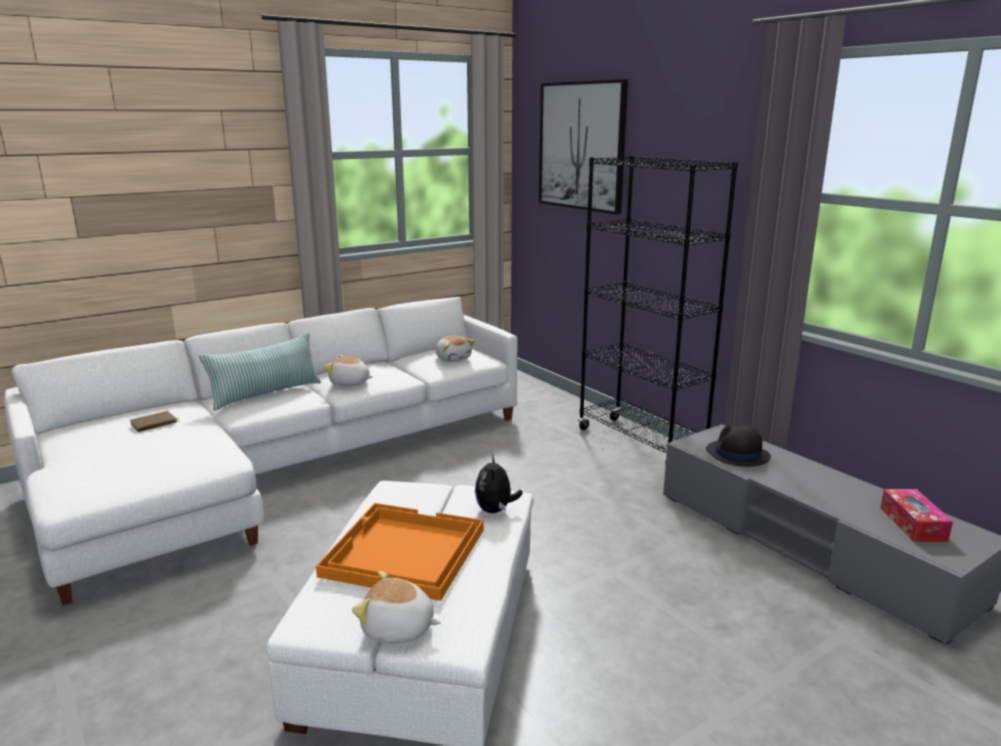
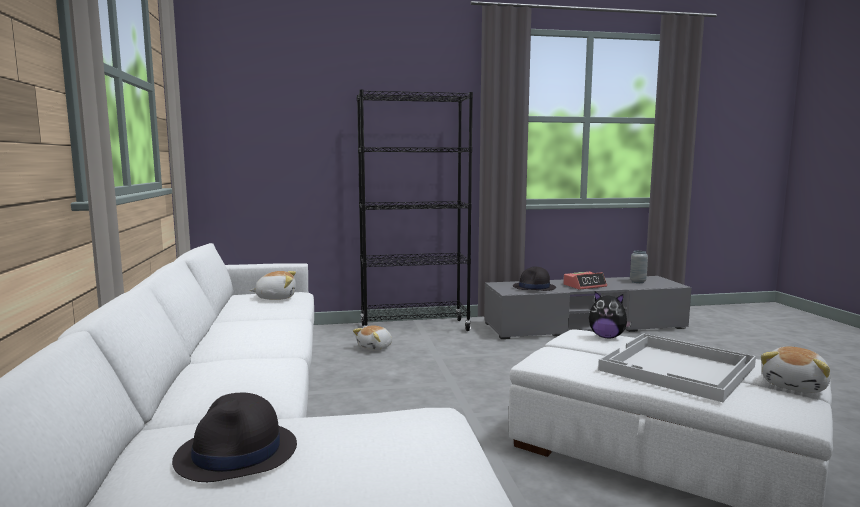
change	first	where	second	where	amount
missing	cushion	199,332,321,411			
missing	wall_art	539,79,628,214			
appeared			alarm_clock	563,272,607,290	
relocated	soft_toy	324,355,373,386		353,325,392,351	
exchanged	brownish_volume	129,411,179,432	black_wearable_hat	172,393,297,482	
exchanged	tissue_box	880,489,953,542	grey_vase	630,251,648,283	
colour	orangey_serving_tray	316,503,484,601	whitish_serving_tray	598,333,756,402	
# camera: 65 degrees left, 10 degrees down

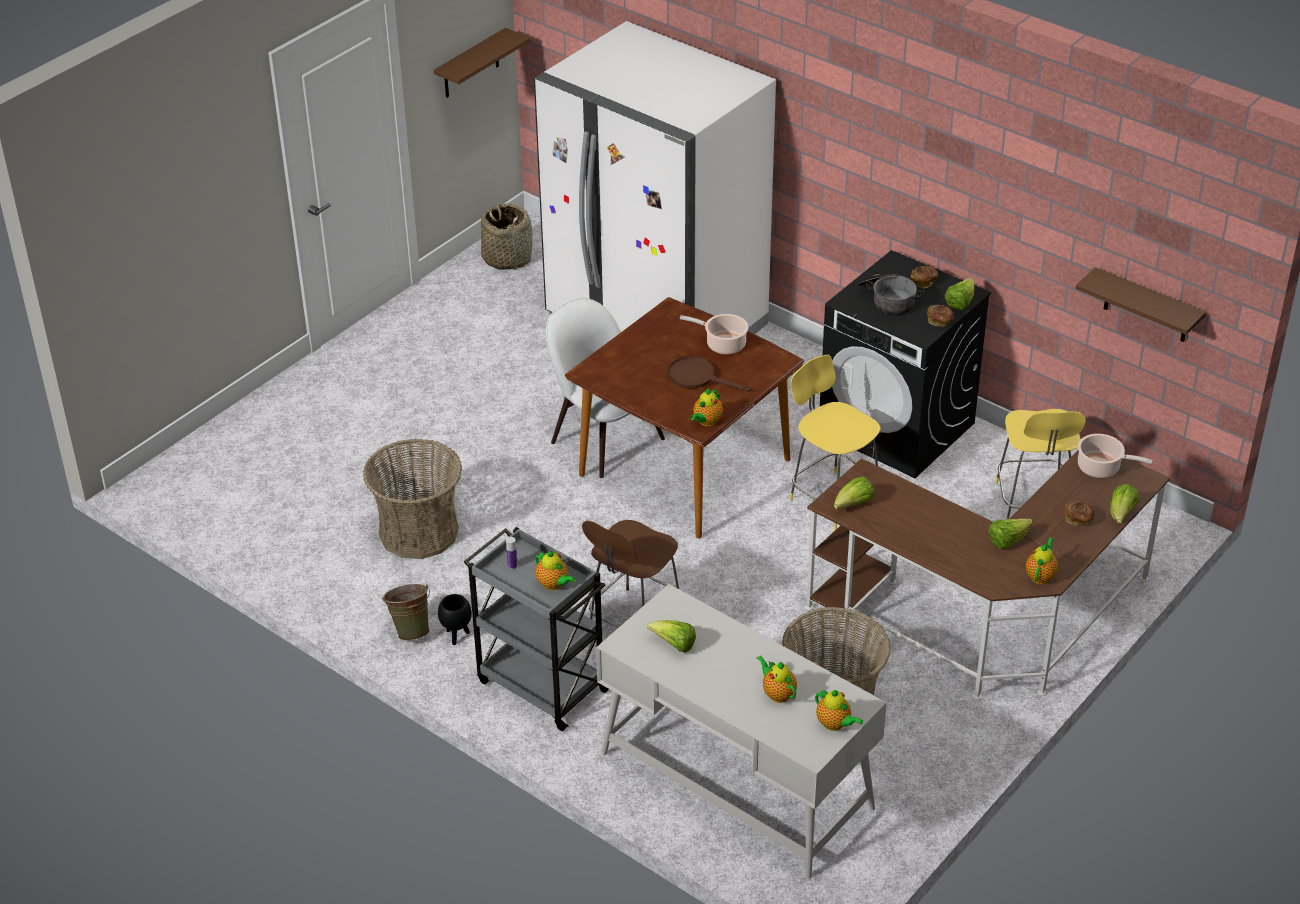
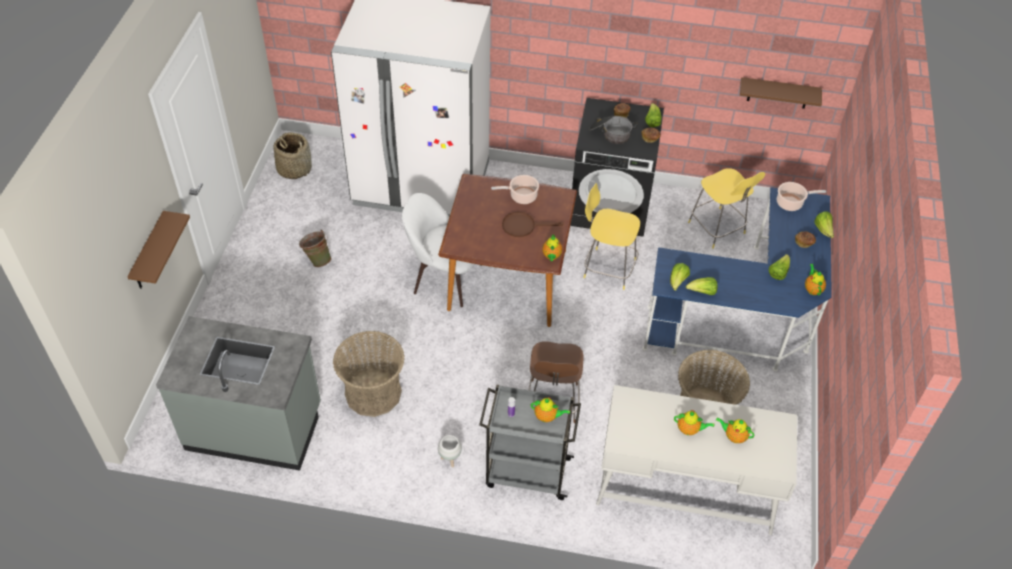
change	first	where	second	where	amount
appeared			grey_kitchen_counter	156,316,321,471	
relocated	green_pail	382,584,430,641		299,230,331,267	
relocated	brownish_bracket_shelf	434,28,530,98		127,211,190,289	
relocated	lettuce	647,620,696,653		686,277,718,295	
relocated	tea_pot	815,690,863,731		674,410,714,435	
colour	black_flower_pot	438,594,472,645	whitish_flower_pot	438,435,462,468	
colour	brownish_desk_table	805,451,1170,700	bluish_desk_table	642,187,832,371	
# camera: 30 degrees left, 10 degrees up

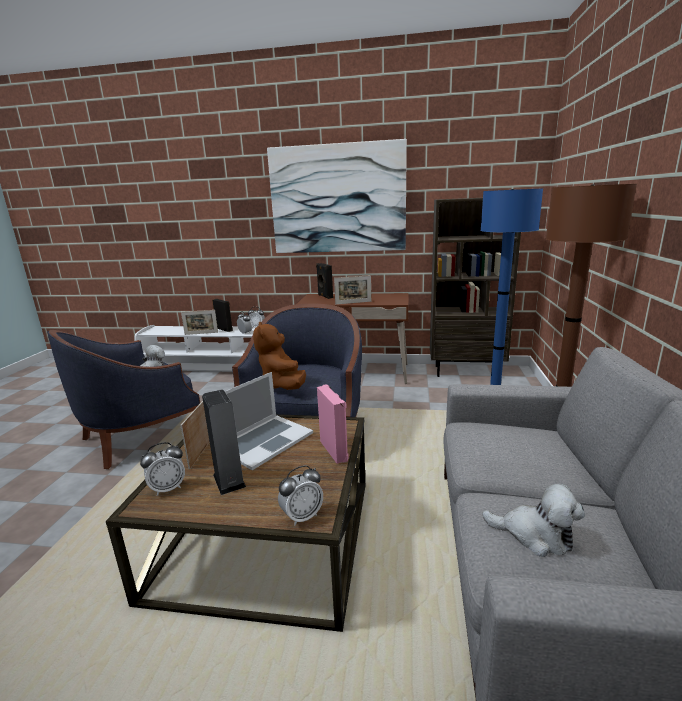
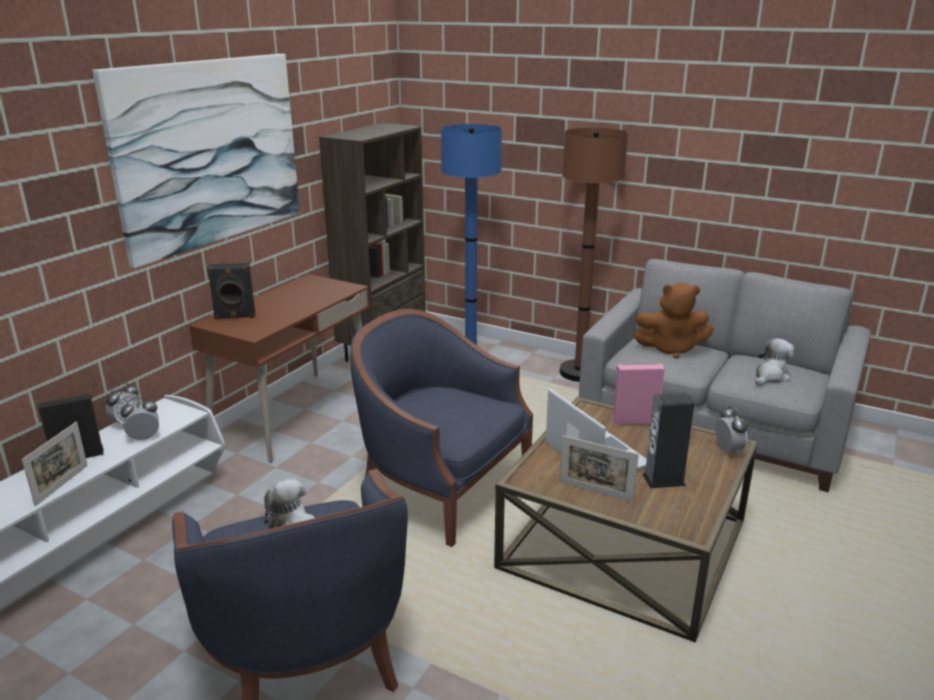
change	first	where	second	where	amount
missing	alarm_clock	140,442,185,496			
missing	photo_frame	334,275,371,304			
relocated	brownish_soft_toy	253,322,306,390		634,283,714,359	
# camera: 70 degrees left, 5 degrees up

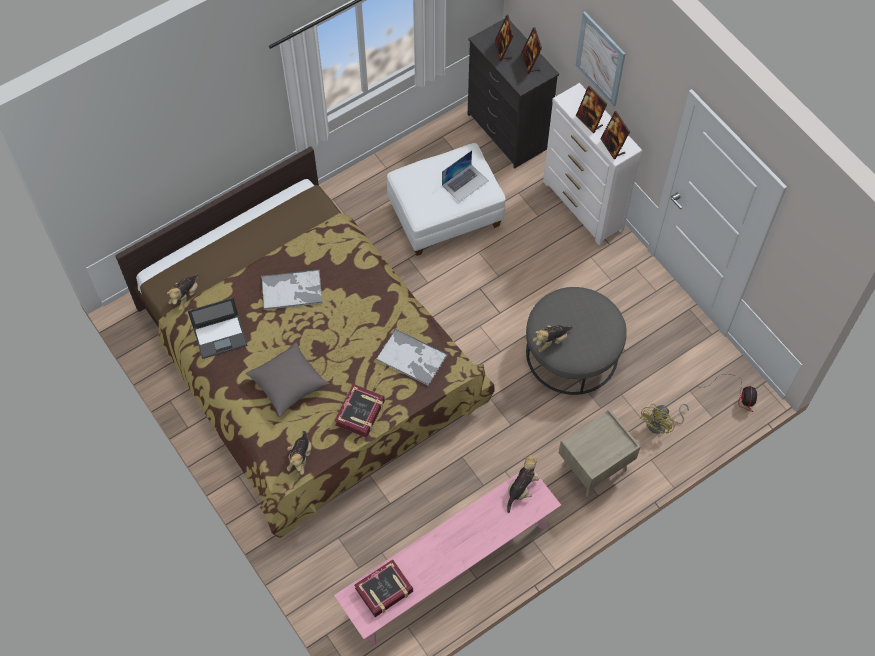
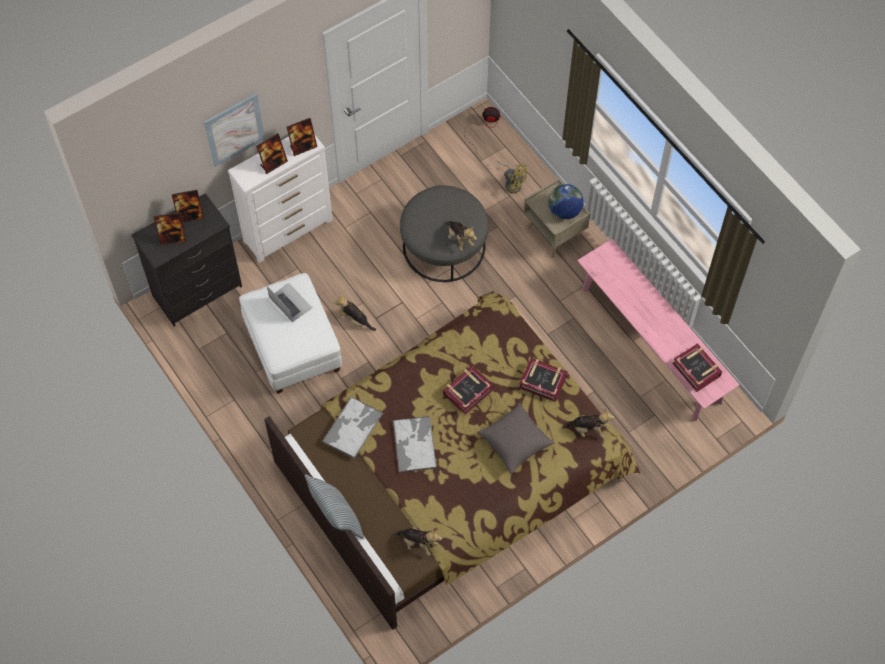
change	first	where	second	where	amount
missing	notebook_computer	188,298,247,359			
appeared			cushion	305,474,364,539	
appeared			volume	443,366,494,415	
appeared			desk_globe	548,184,584,219	
relocated	serving_tray	376,328,448,386		322,397,383,459	
relocated	soft_toy	507,455,539,513		334,294,376,331	
# camera: 90 degrees left, 0 degrees up

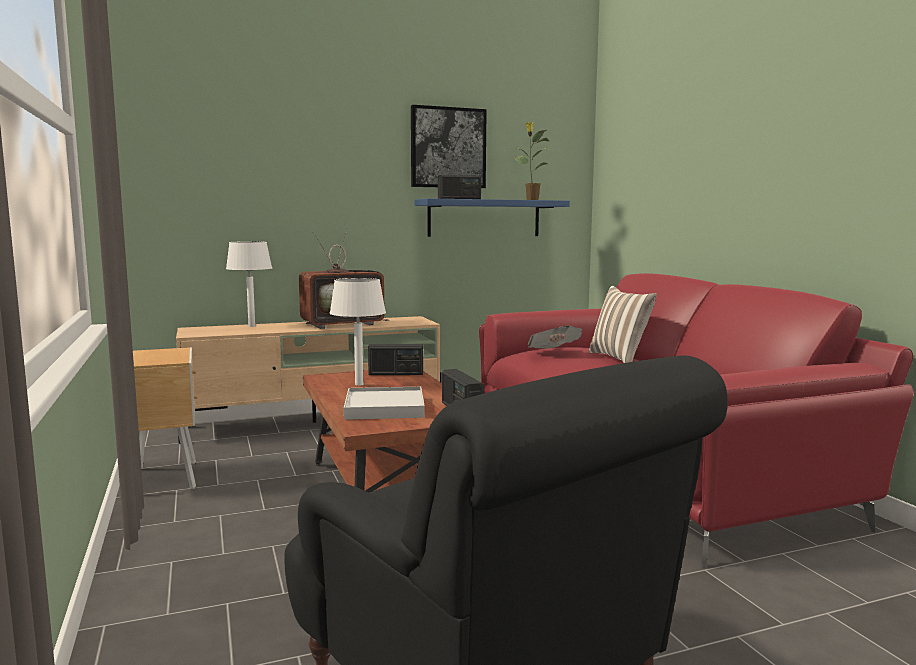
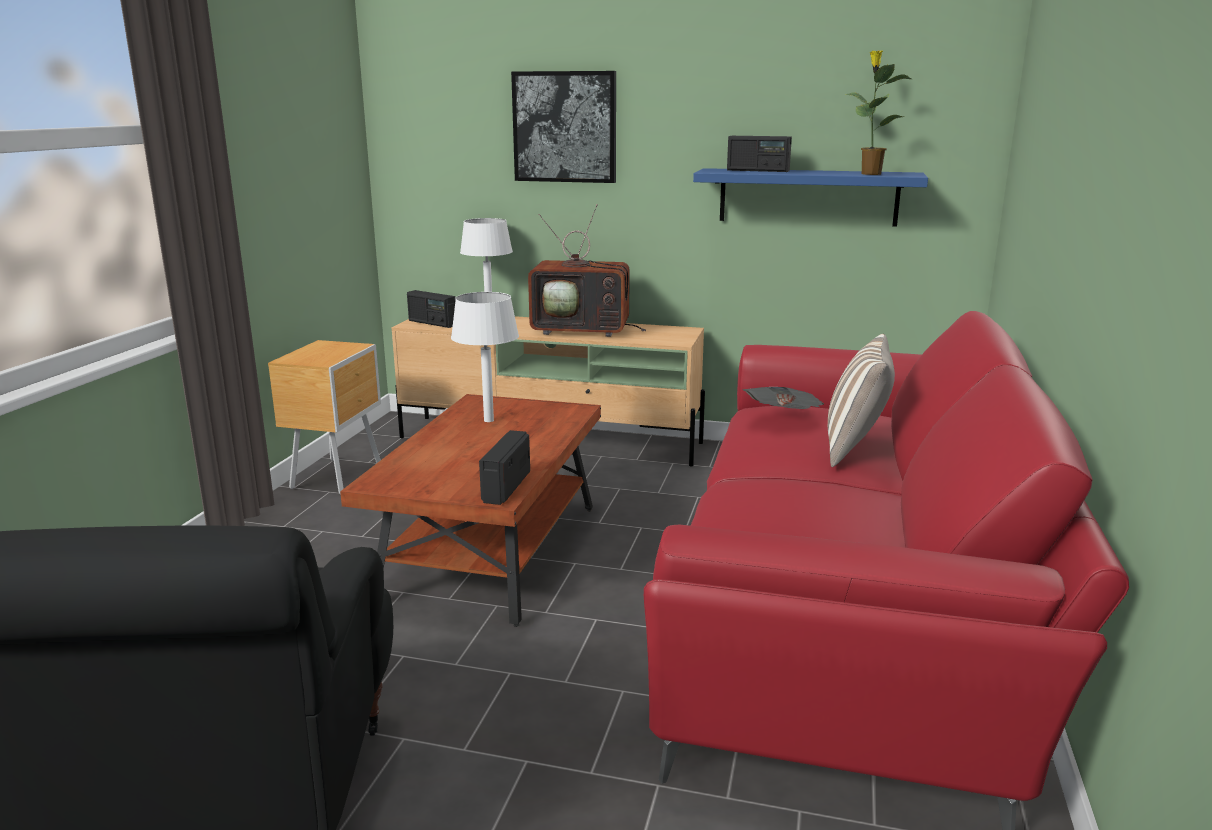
change	first	where	second	where	amount
missing	whitish_serving_tray	344,387,425,420			
relocated	radio_set	368,344,423,375		407,290,456,328	
relocated	wall_art	411,105,487,188		511,71,616,183	
# camera: 35 degrees right, 10 degrees up

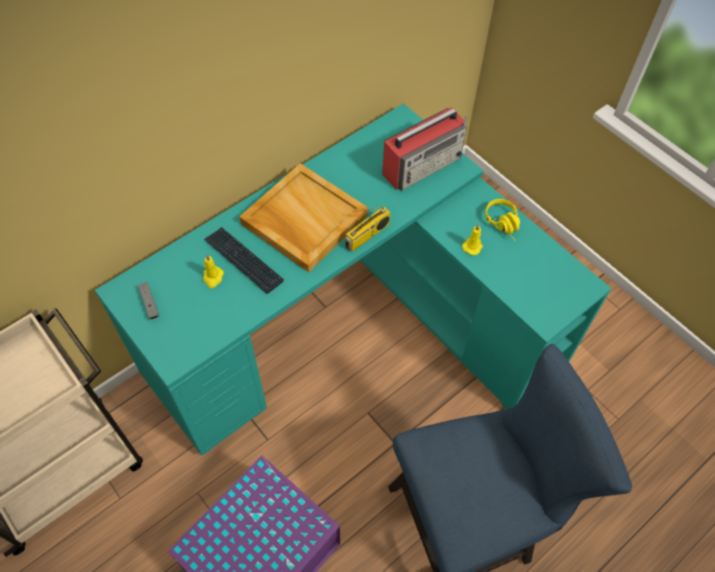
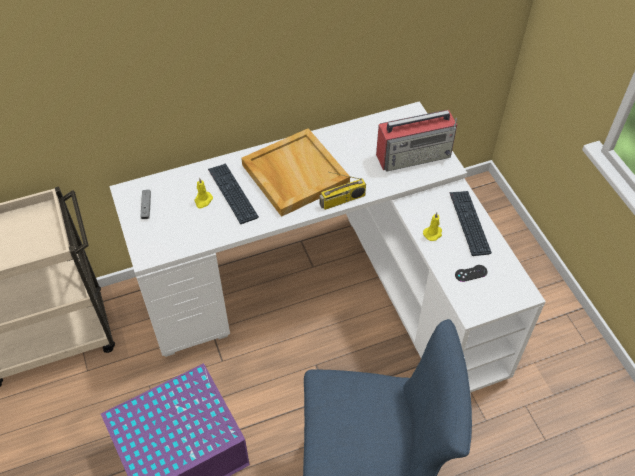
change	first	where	second	where	amount
appeared			black_game_controller	455,265,488,282	
exchanged	yellow-coloured_headset	485,199,520,241	PC_keyboard	450,191,492,256	
colour	turquoise_desk_table	95,103,612,456	whitish_desk_table	109,101,546,393	
# camera: 20 degrees right, 5 degrees down

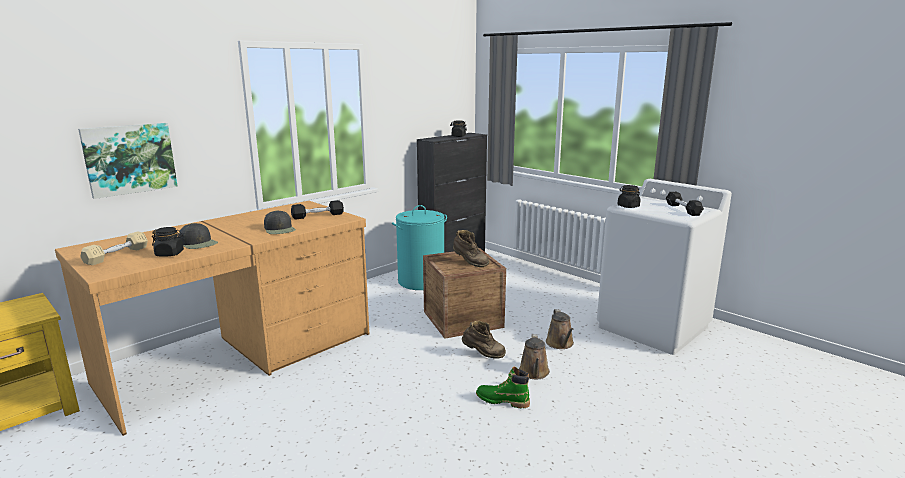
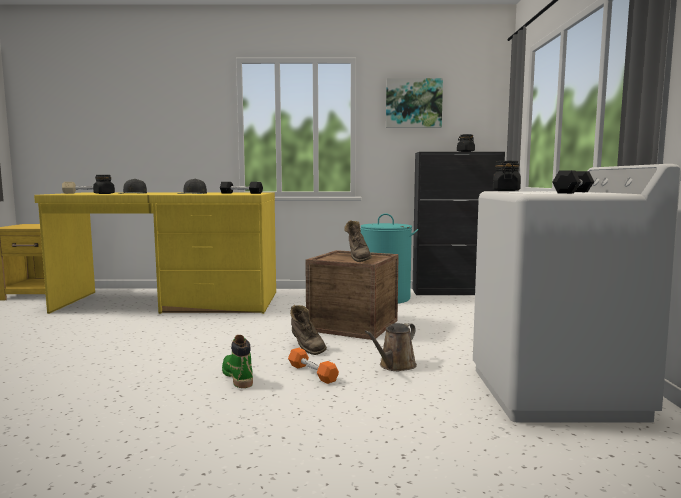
change	first	where	second	where	amount
relocated	wall_art	78,123,178,199		386,78,443,128	
exchanged	brownish_sprinkling_can	519,334,550,379	orangey_hand_weight	288,348,339,384	
colour	brownish_desk_table	55,201,369,436	yellow-coloured_desk_table	34,192,276,314	
# camera: 45 degrees right, 10 degrees down

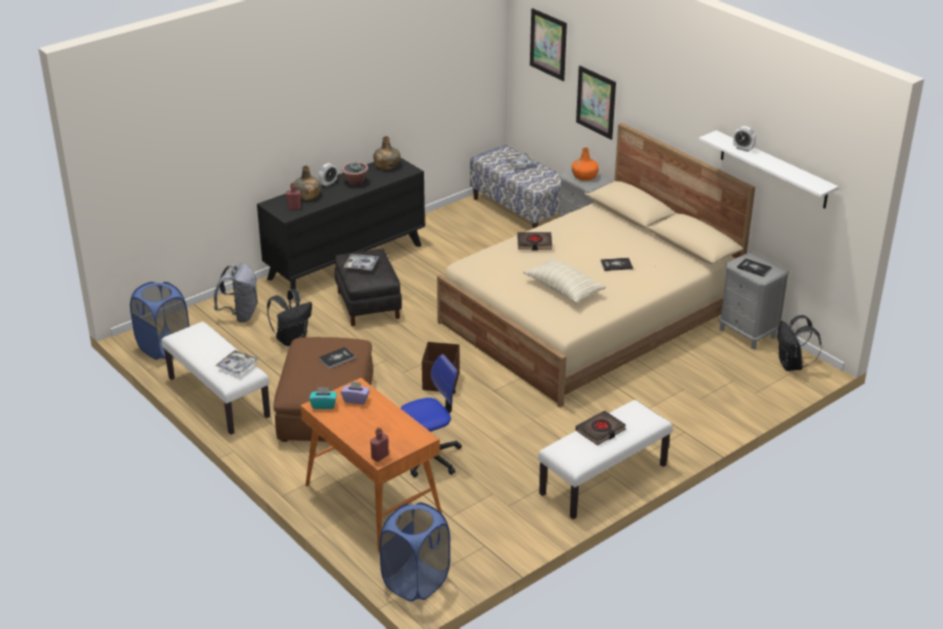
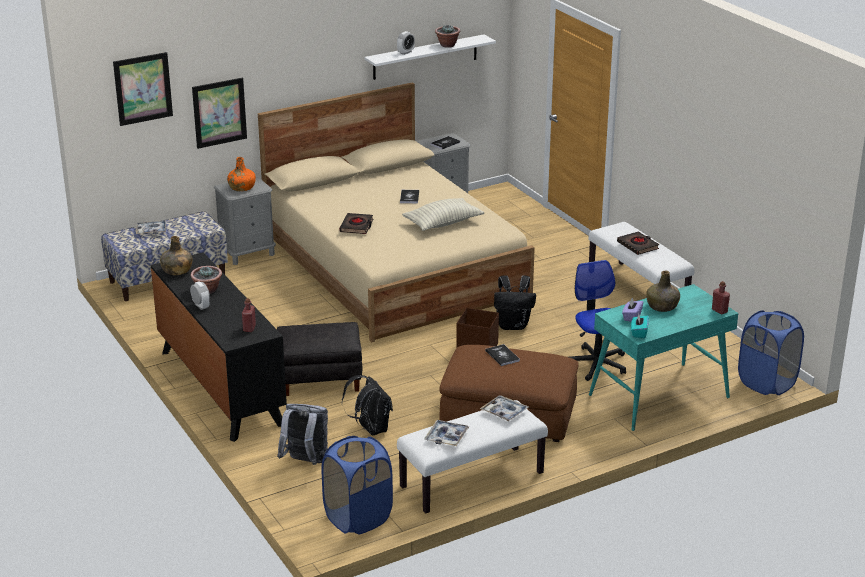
change	first	where	second	where	amount
appeared			plant_in_a_pot	435,25,460,48	
relocated	green_drink_bottle	294,165,321,200		646,271,680,312	
relocated	serving_tray	344,254,379,271		424,420,469,446	
relocated	black_backpack	777,315,822,371		494,275,536,330	
colour	orangey_desk_table	300,378,442,552	turquoise_desk_table	589,284,738,431	
# camera: 80 degrees left, 5 degrees down

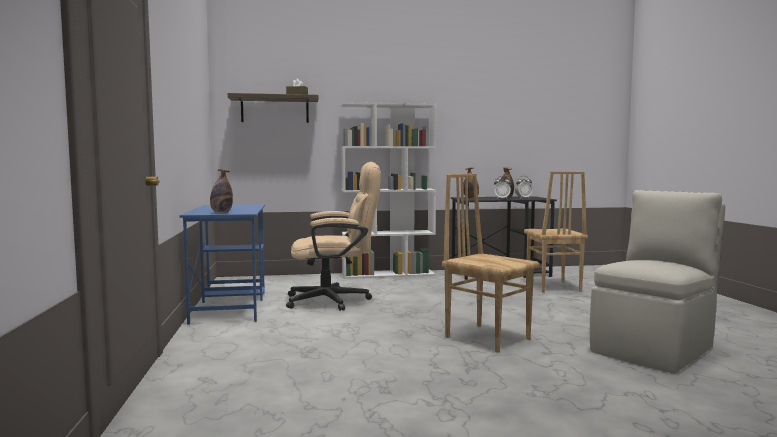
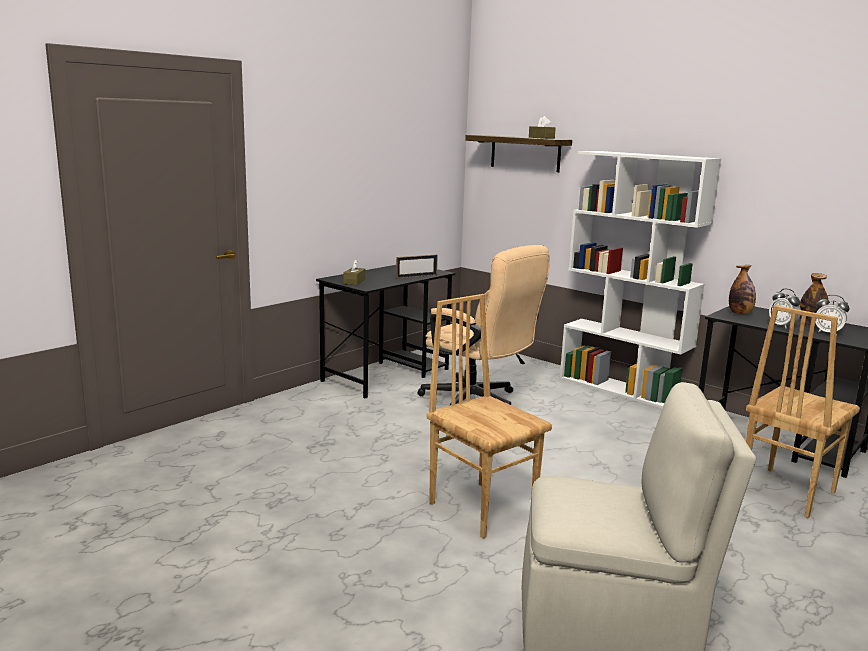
change	first	where	second	where	amount
appeared			photo_frame	396,254,438,278	
exchanged	drink_bottle	210,169,233,213	brownish_tissue_box	343,259,366,285	
colour	bluish_desk_table	180,204,265,325	black_desk_table	316,265,455,399	
spun	brownish_plain_chair	442,174,539,353		426,294,552,539	45 degrees counterclockwise
# camera: 50 degrees right, 10 degrees up

